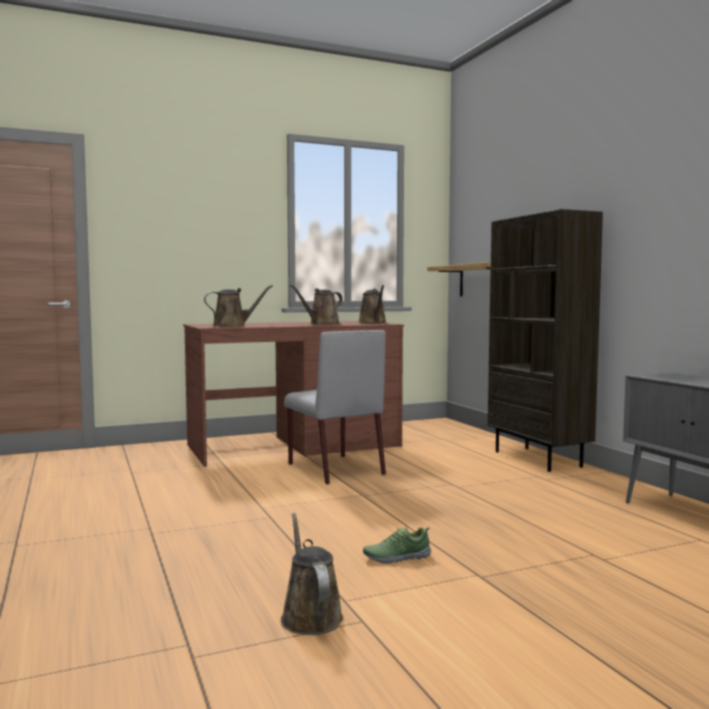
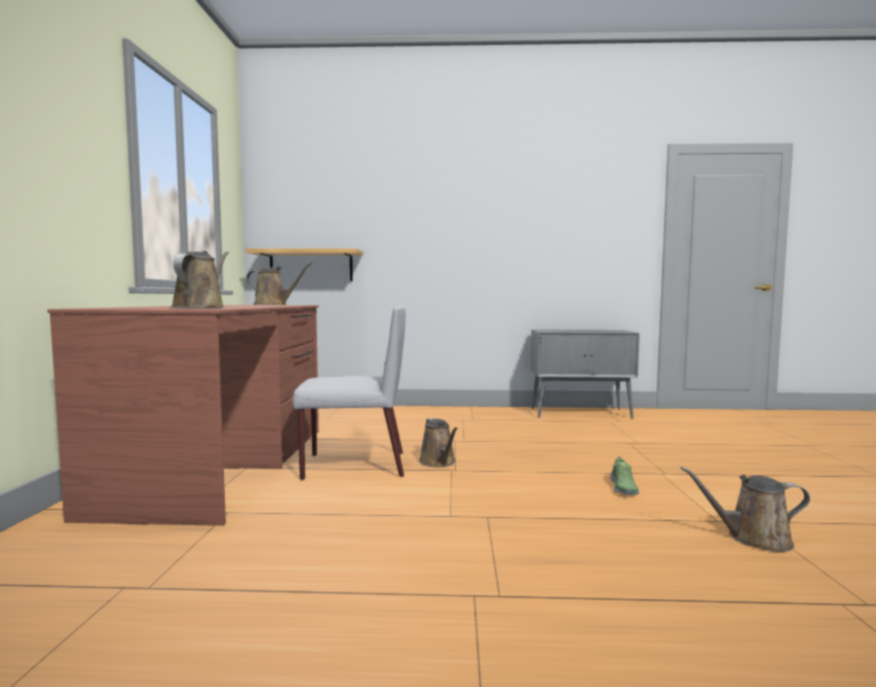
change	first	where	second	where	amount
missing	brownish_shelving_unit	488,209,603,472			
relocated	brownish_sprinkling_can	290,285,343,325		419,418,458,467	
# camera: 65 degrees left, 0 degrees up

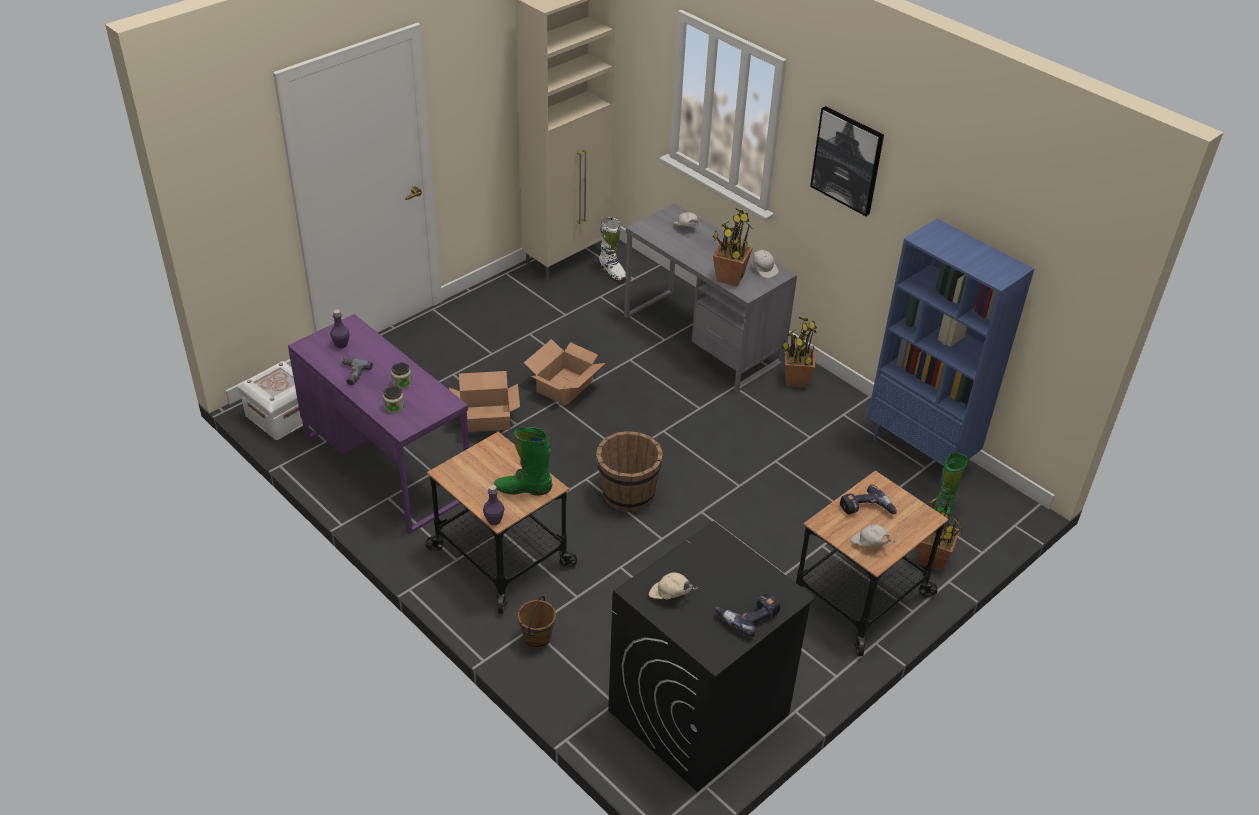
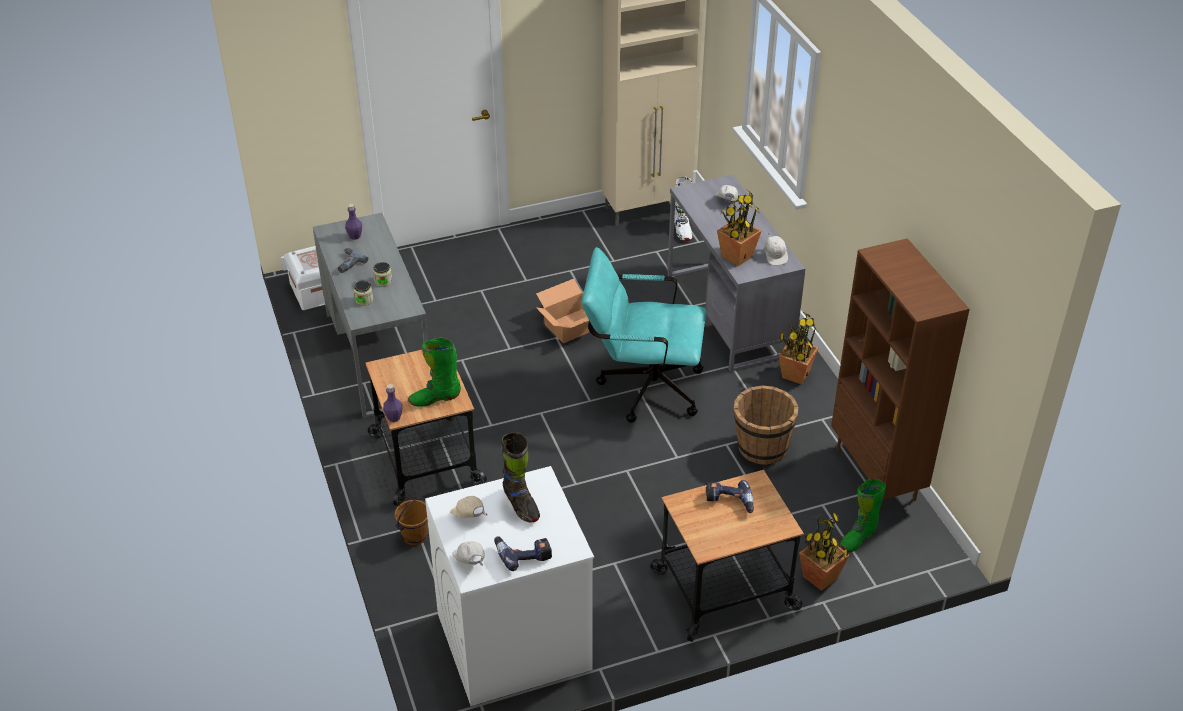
change	first	where	second	where	amount
missing	carton	449,371,520,432			
missing	wall_art	810,106,884,216			
appeared			black_tall_boot	501,432,540,522	
appeared			turquoise_office_chair	582,247,706,423	
relocated	brownish_pail	596,431,663,512		734,385,798,465	
relocated	whitish_baseball_cap	851,525,895,546		452,541,485,566	
colour	purple_desk_table	288,314,469,534	grey_desk_table	313,213,428,418	
colour	black_laundry_appliance	608,521,815,792	whitish_laundry_appliance	425,466,594,706	
colour	bluish_shelving_unit	868,219,1034,484	brownish_shelving_unit	831,238,970,509	
spun	green_tall_boot	494,427,552,496		408,337,461,407	45 degrees counterclockwise
# camera: 25 degrees right, 0 degrees up

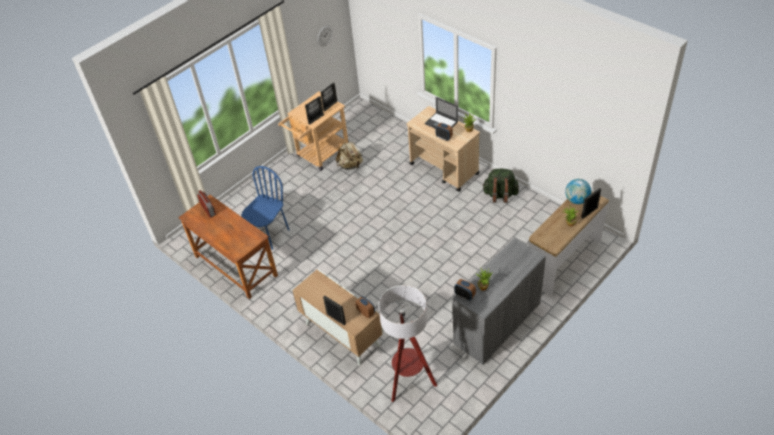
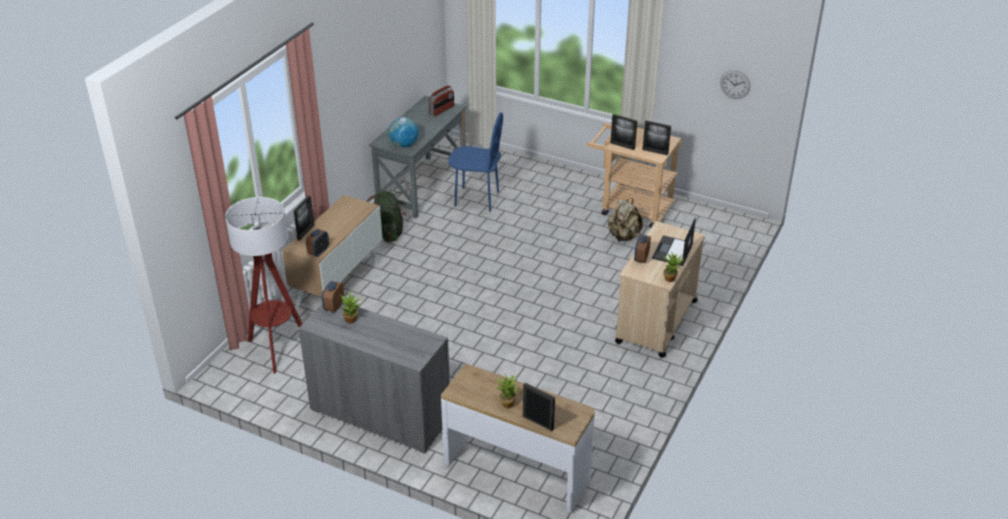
change	first	where	second	where	amount
relocated	green_backpack	482,169,519,203		367,191,406,242	
relocated	desk_globe	565,179,591,204		388,117,419,147	
colour	brownish_desk_table	178,195,278,299	grey_desk_table	369,96,466,218	
# camera: 70 degrees right, 10 degrees down

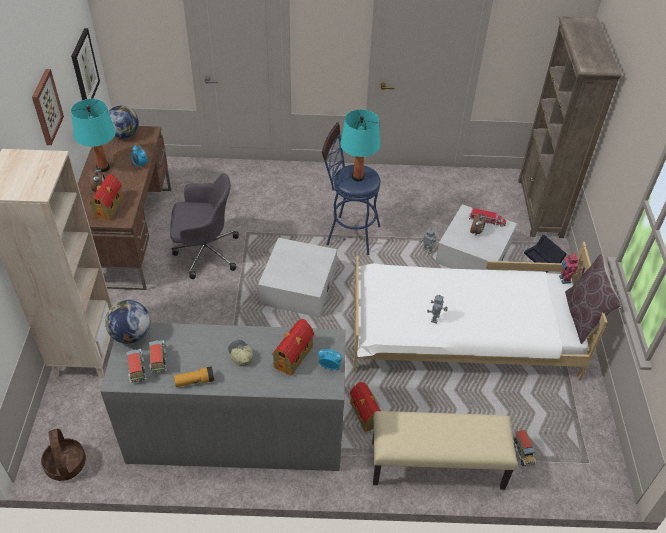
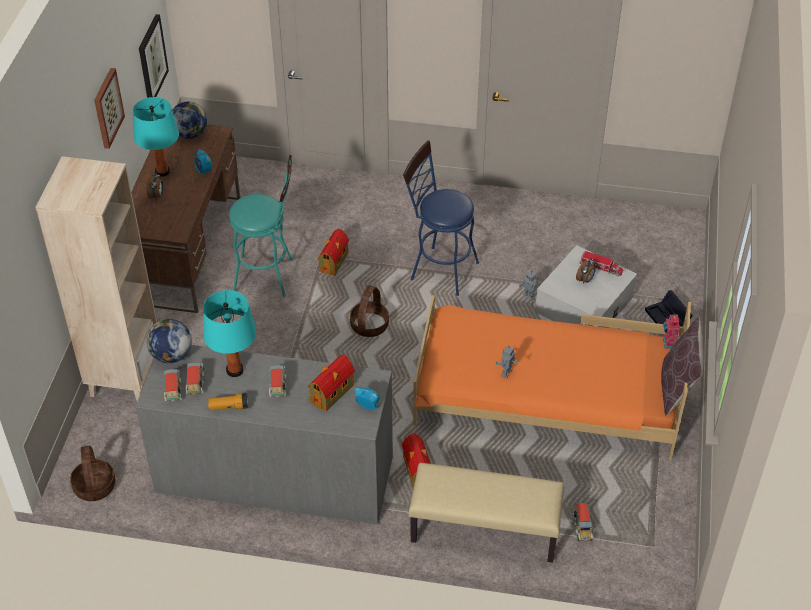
change	first	where	second	where	amount
missing	brownish_shelving_unit	518,16,621,238			
relocated	toy_house	90,174,124,221		317,228,349,276	
relocated	turquoise_tabletop_lamp	340,109,380,181		203,290,256,377	
exchanged	grey_office_chair	170,173,239,279	turquoise_sitting_stool	229,155,293,297	
exchanged	baseball_cap	228,340,253,366	model_truck	269,365,286,398	
exchanged	whitish_storage_bin	258,238,337,317	household_basket	350,285,389,337	
colour	whitish_bed	353,242,607,380	orangey_bed	413,295,691,460	
# camera: 10 degrees right, 0 degrees up

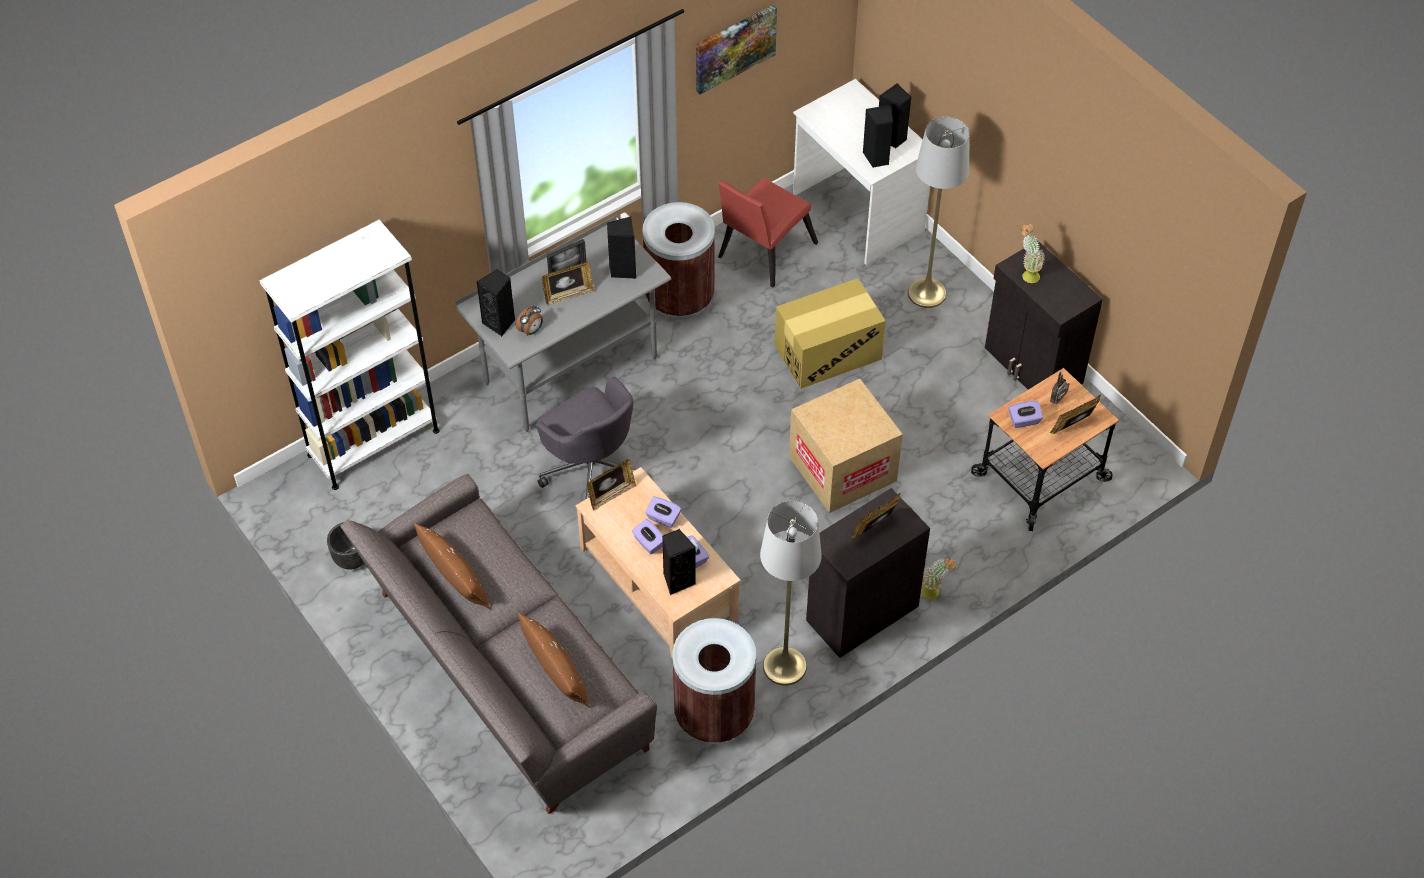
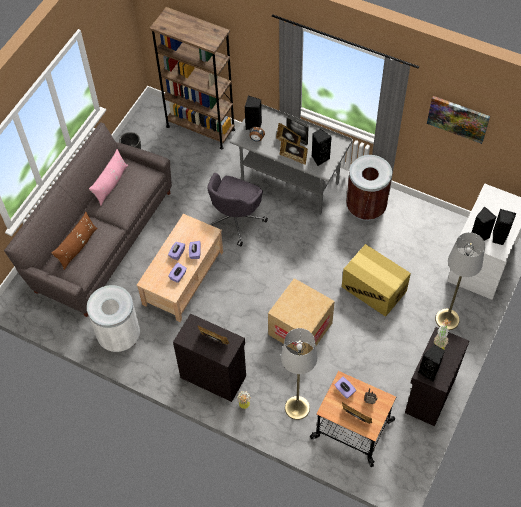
change	first	where	second	where	amount
missing	red-coloured_plain_chair	718,178,818,288			
relocated	photo_frame	587,459,636,510		280,139,308,165	
relocated	black_speaker	662,529,696,595		418,344,445,382	
relocated	grey_standard_lamp	760,501,822,685		281,328,317,420	
colour	whitish_shelving_unit	260,220,440,490	brownish_shelving_unit	149,7,235,149	
colour	brownish_cushion	414,523,490,609	pink-coloured_cushion	89,149,128,206	
colour	brownish_rubbish_bin	672,618,756,743	whitish_rubbish_bin	87,285,140,352	
# camera: 65 degrees right, 5 degrees up

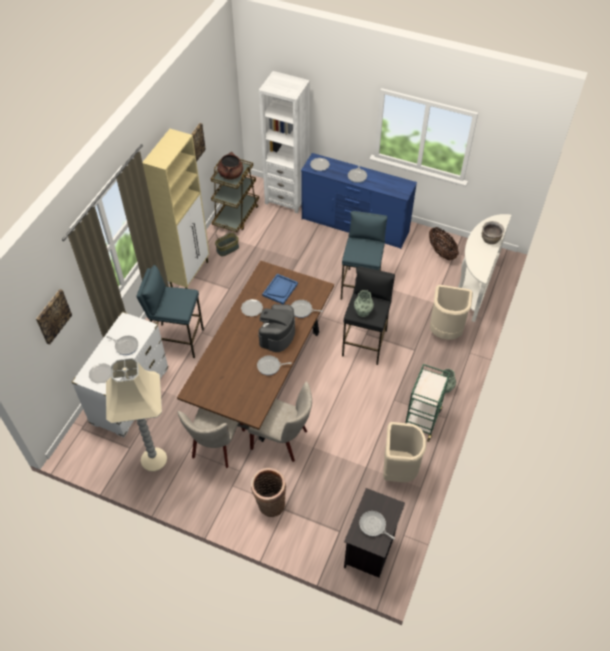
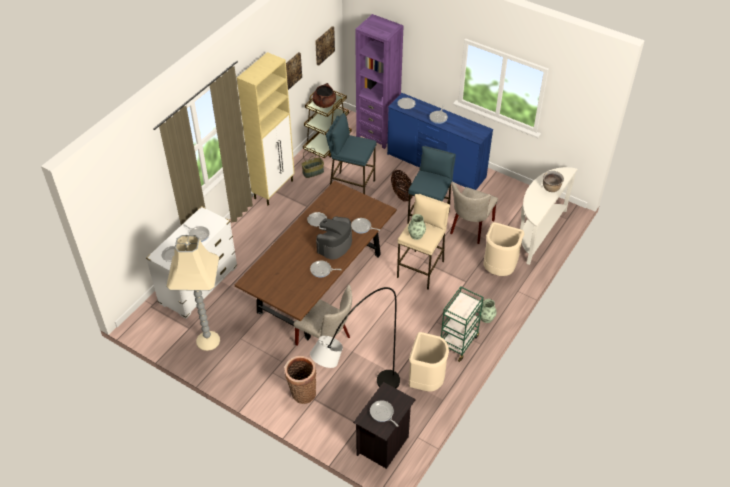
change	first	where	second	where	amount
missing	bluish_serving_tray	262,274,298,304			
appeared			grey_standard_lamp	310,287,400,388	
relocated	wall_art	36,289,72,345		315,26,335,66	
relocated	bluish_sitting_stool	136,265,204,358		326,113,376,194	
relocated	beige_plain_chair	178,408,245,468		450,182,498,244	
relocated	household_basket	429,227,459,261		391,170,413,202	
colour	whitish_shelving_unit	259,71,310,213	purple_shelving_unit	355,14,403,149	
colour	black_sitting_stool	342,266,395,365	beige_sitting_stool	397,194,450,290	
# camera: 10 degrees right, 5 degrees down

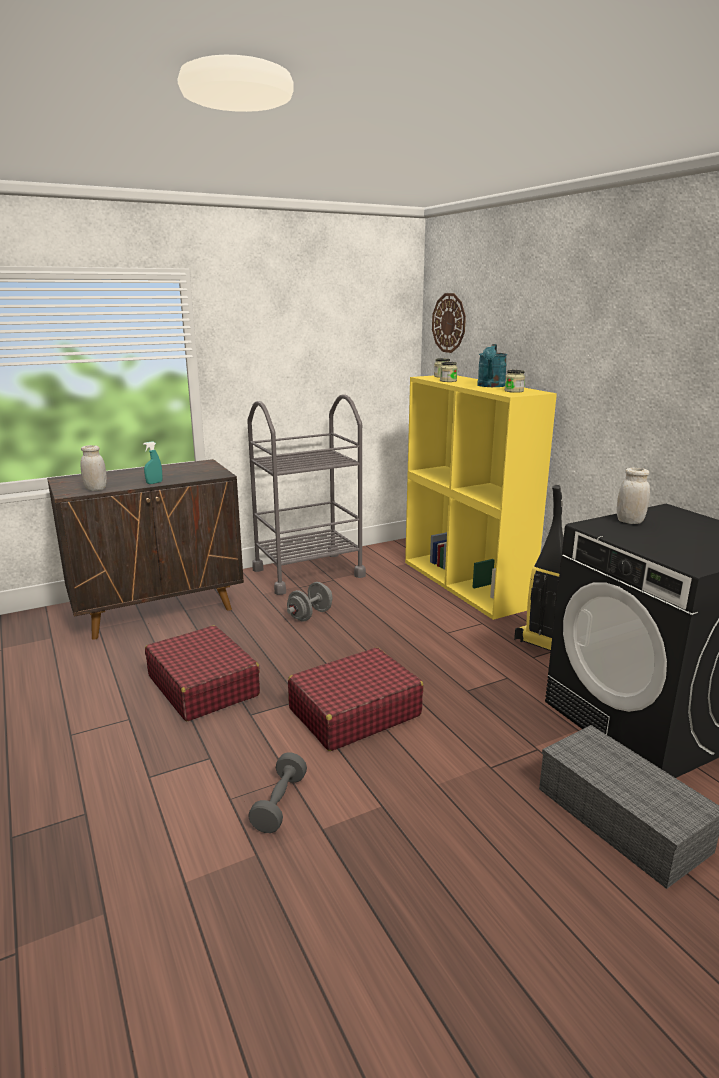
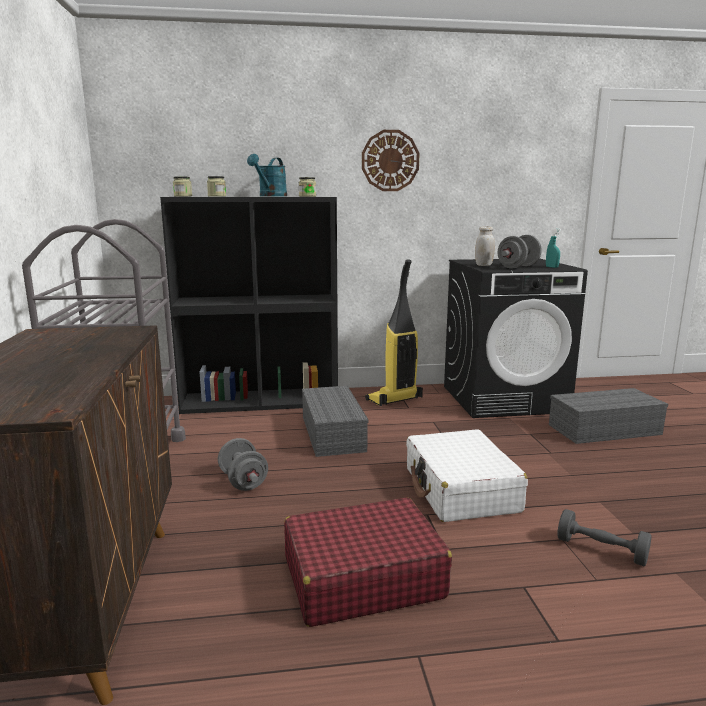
change	first	where	second	where	amount
missing	whitish_jar	80,445,107,491			
appeared			grey_storage_bin	302,386,368,457	
appeared			grey_hand_weight	498,235,542,268	
relocated	turquoise_spray_bottle	143,441,163,484		546,228,561,268	
relocated	hanging_clock	432,293,466,353		362,130,419,191	
colour	red-coloured_travel_case	288,647,424,751	whitish_travel_case	406,429,528,522	
colour	yellow-coloured_shelving_unit	405,375,557,620	black_shelving_unit	160,197,338,414	
spun	turquoise_sprinkling_can	477,344,507,387		247,154,287,197	75 degrees clockwise
# camera: 70 degrees left, 5 degrees down

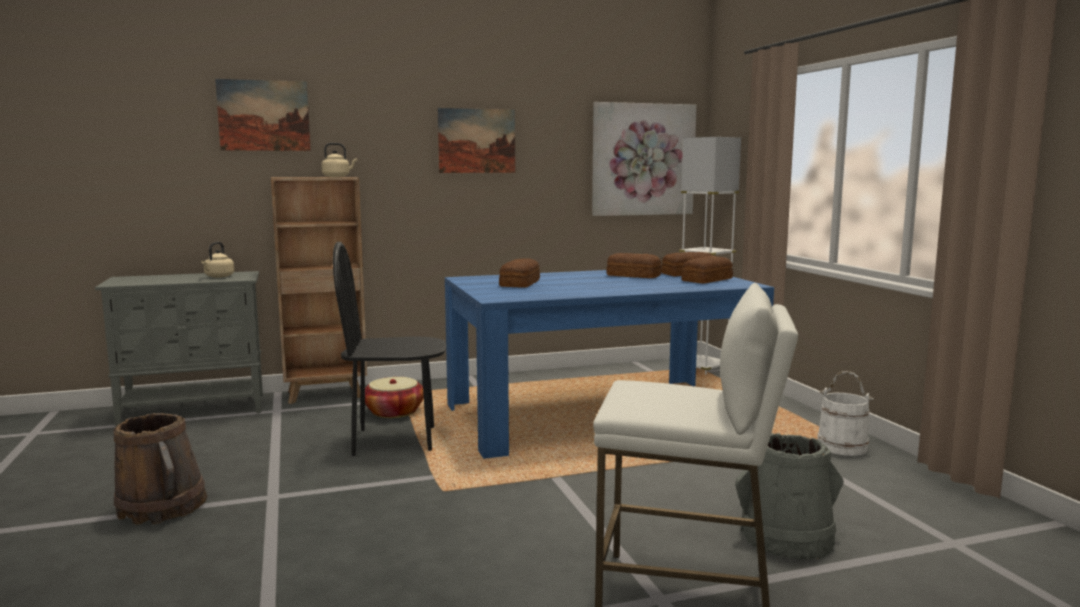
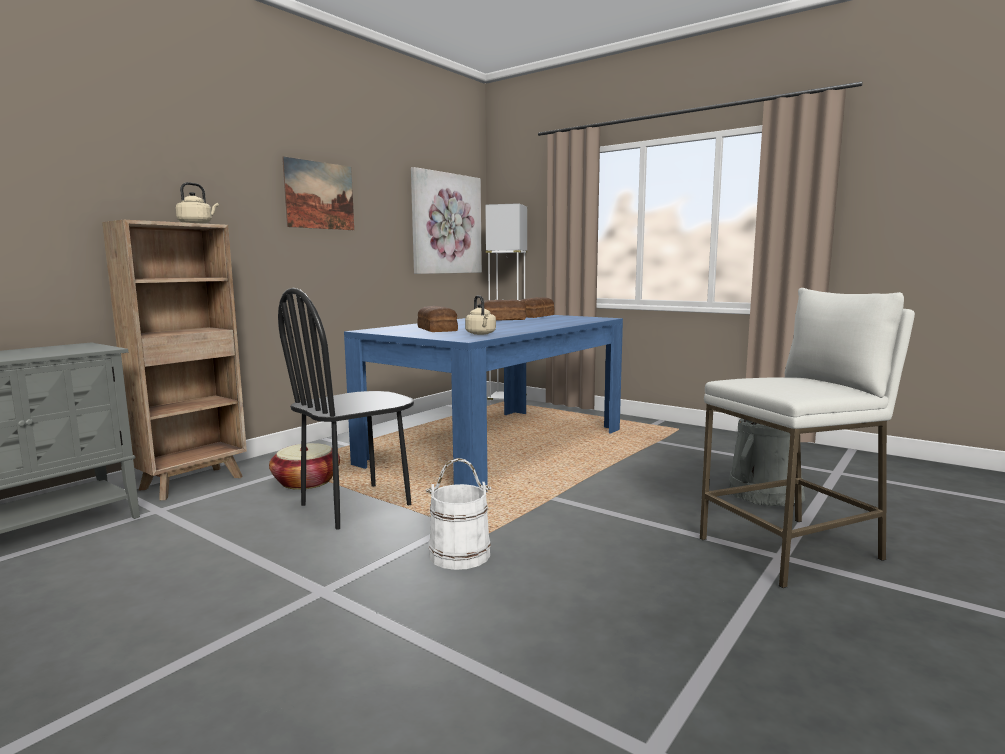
change	first	where	second	where	amount
missing	brownish_pail	114,413,208,525			
missing	wall_art	215,79,311,151			
missing	bakery_bread	681,256,733,283			
relocated	beige_tea_kettle	201,242,234,278		465,295,496,335	
relocated	whitish_pail	817,371,874,456		425,458,491,570	
# camera: 35 degrees left, 0 degrees up

